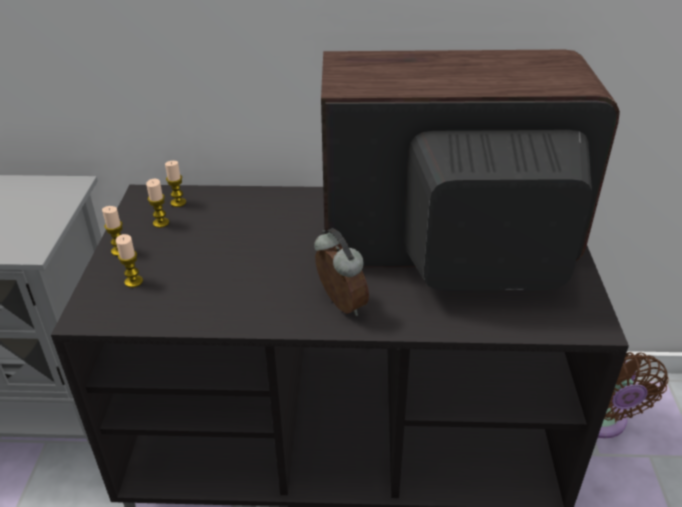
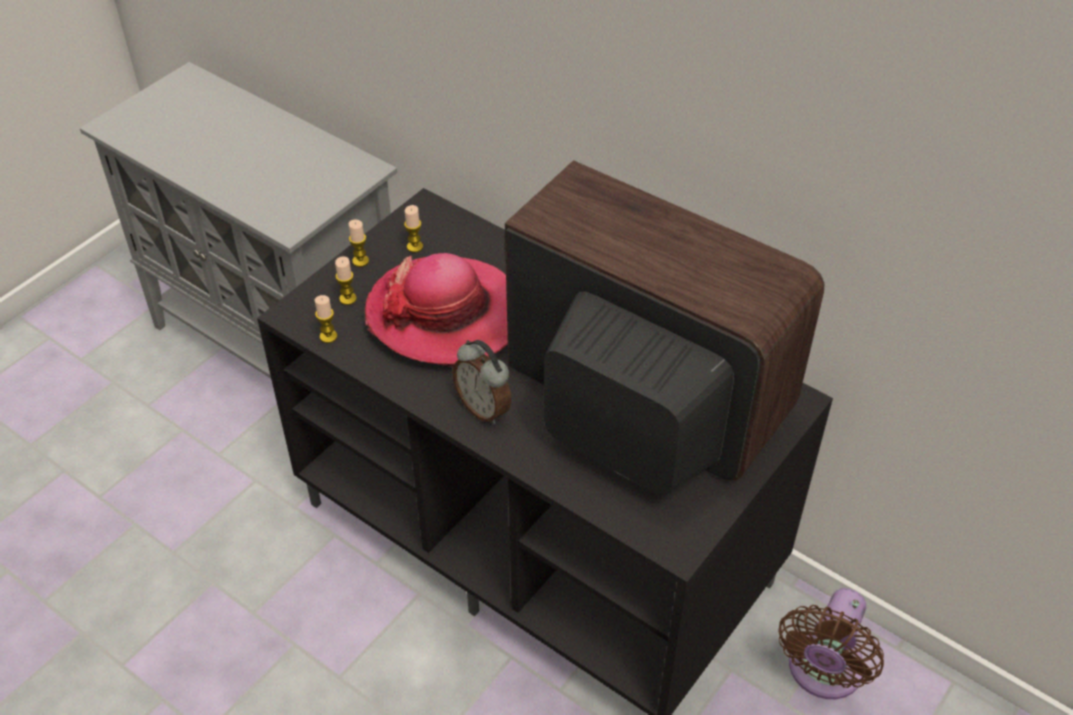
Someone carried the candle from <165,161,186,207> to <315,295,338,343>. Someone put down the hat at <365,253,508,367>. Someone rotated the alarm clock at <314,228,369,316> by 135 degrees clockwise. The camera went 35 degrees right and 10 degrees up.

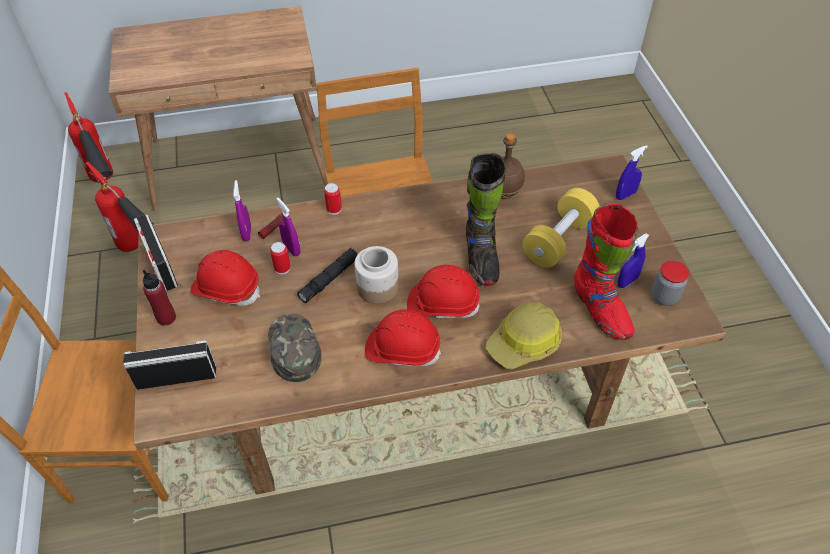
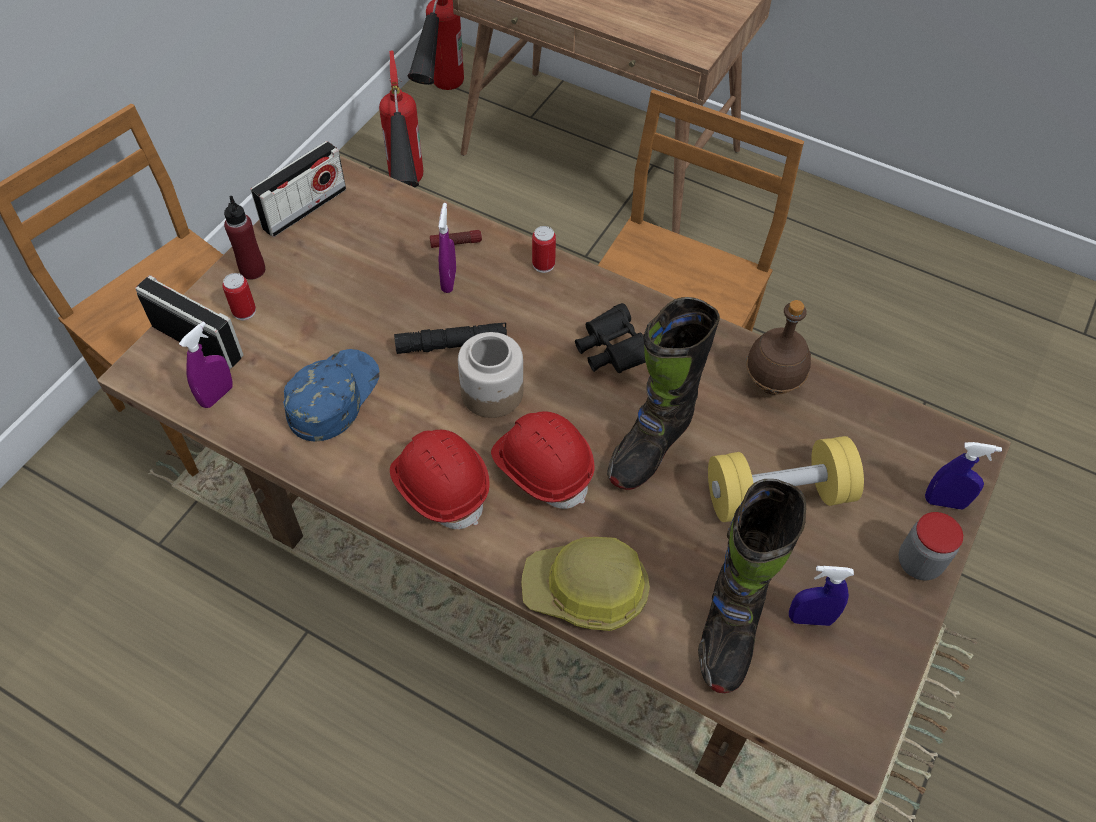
Someone carried the spray bottle/purple from <233,180,251,242> to <179,321,233,408>. Someone carried the can from <270,242,291,274> to <222,273,256,320>. Someone rotated the radio at <134,214,178,291> by 150 degrees counterclockwise. Someone repainted the cap/green at <268,314,322,382>, which became the cap/blue at <283,349,380,441>. Someone put down the binoculars/black at <575,303,646,373>. Someone repainted the boot/red at <574,203,638,340>, which became the boot/black at <698,479,806,693>. Someone carried the jar from <652,261,689,306> to <899,512,963,580>. Someone took away the hard hat/red at <190,250,260,306>. The camera went 40 degrees right and 5 degrees up.

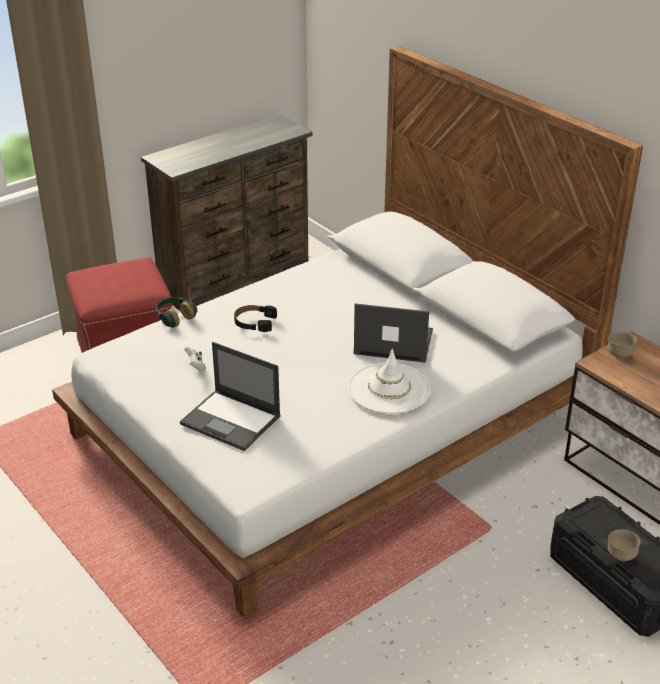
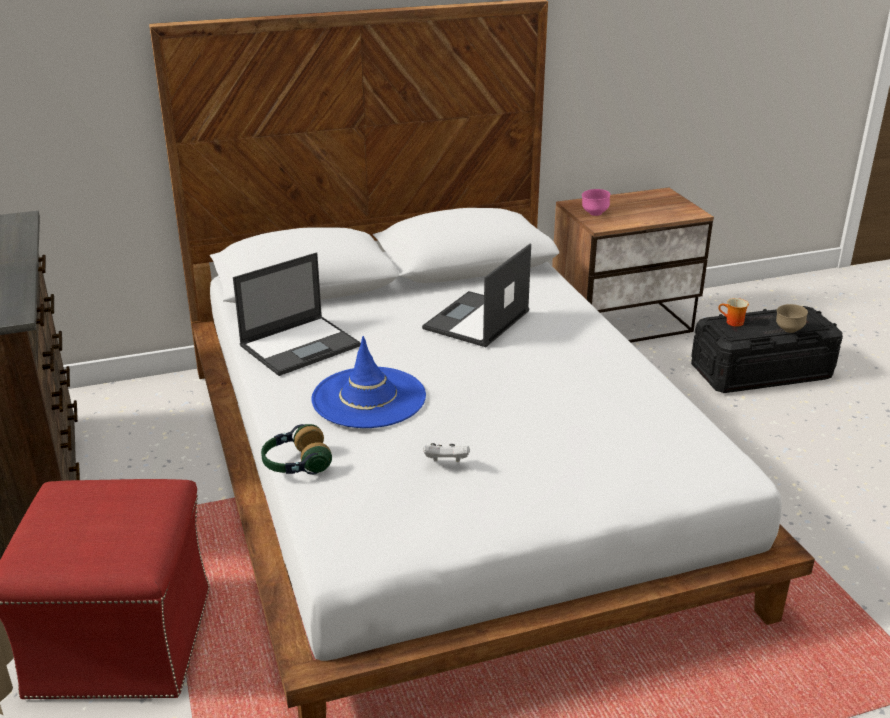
Someone carried the laptop from <180,342,281,451> to <233,252,361,376>. Someone swapped the headphones/black at <234,305,277,332> for the hat/blue at <311,336,426,428>. Someone repainted the bowl/brown at <608,332,637,359>, which became the bowl/pink at <582,189,610,216>. Someone put down the mug at <718,298,749,327>. Someone took away the hat/white at <348,349,431,414>. The camera went 70 degrees left and 5 degrees down.

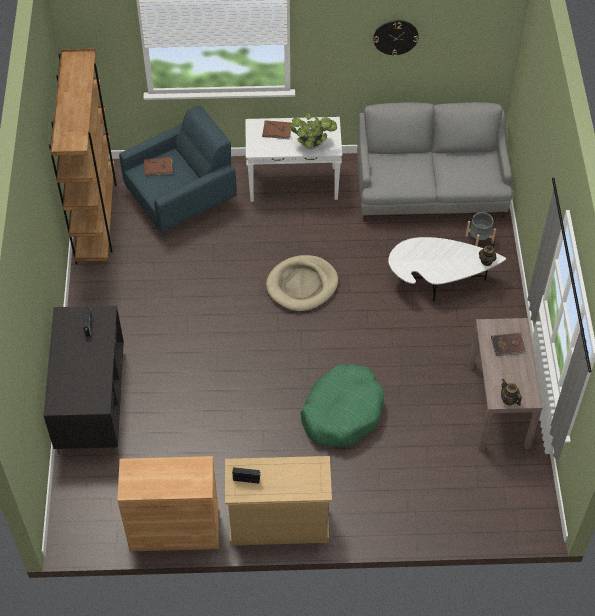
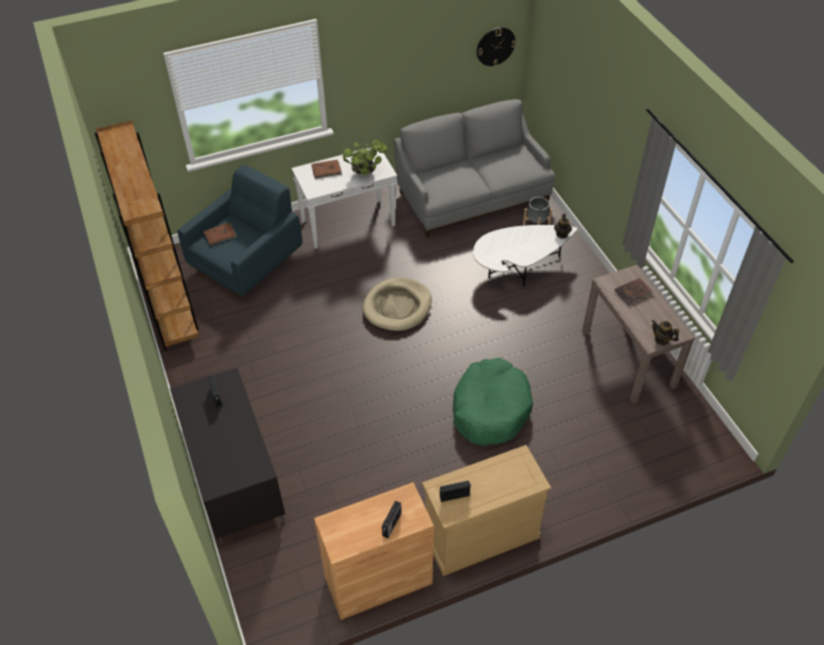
Someone put down the radio at <382,501,402,538>. Someone carried the wall clock from <373,20,419,56> to <477,27,516,66>. The camera went 20 degrees left and 5 degrees down.

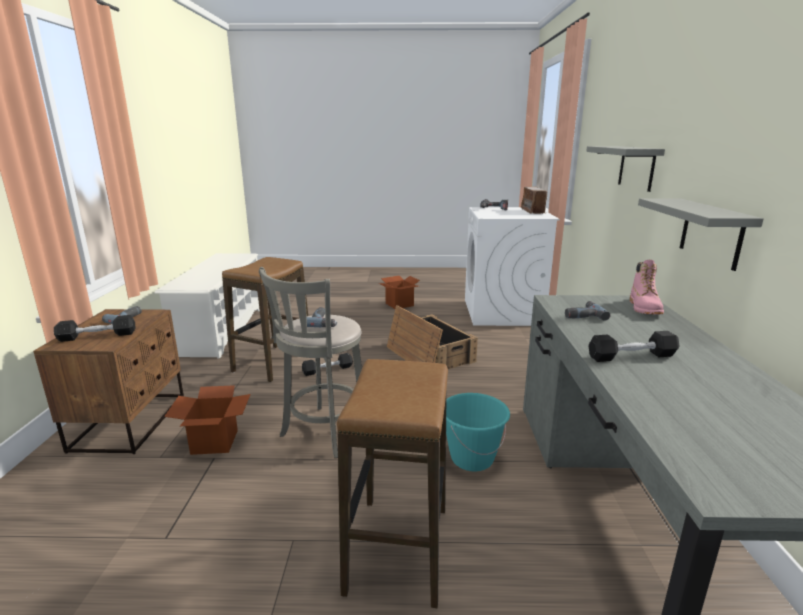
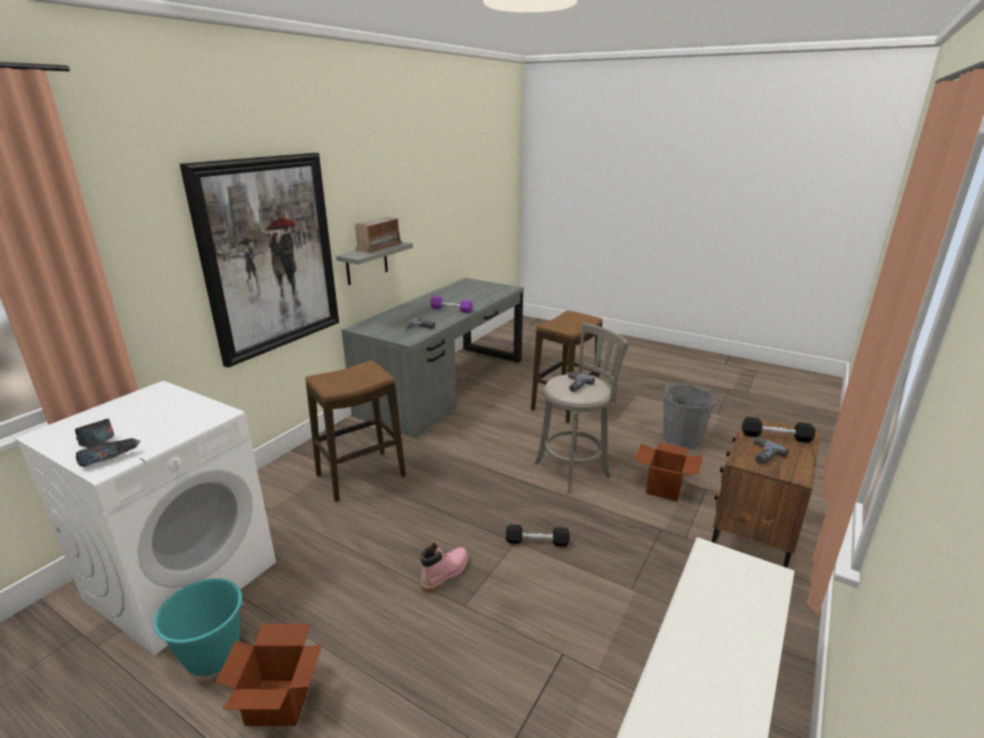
Someone carried the bucket/turquoise from <446,393,510,471> to <153,578,247,676>. Someone swapped the shelf/grey at <586,146,665,192> for the picture at <180,153,339,368>. Someone carried the stool from <222,257,308,382> to <305,360,406,502>. Someone carried the radio from <521,187,548,214> to <355,217,402,253>. Someone carried the boot/pink from <630,260,664,315> to <420,542,468,593>. Someone repainted the dumbbell/black at <589,331,680,362>, which became the dumbbell/purple at <430,296,473,313>. Someone put down the bucket/grey at <663,383,716,449>. Someone took away the crate at <387,305,478,369>. The camera went 150 degrees left and 5 degrees up.

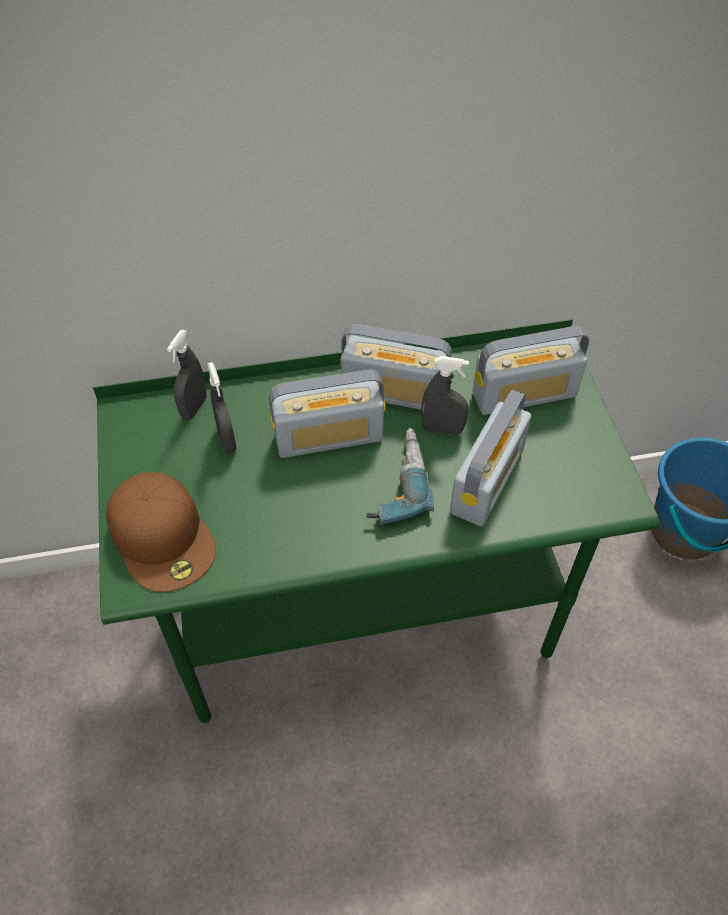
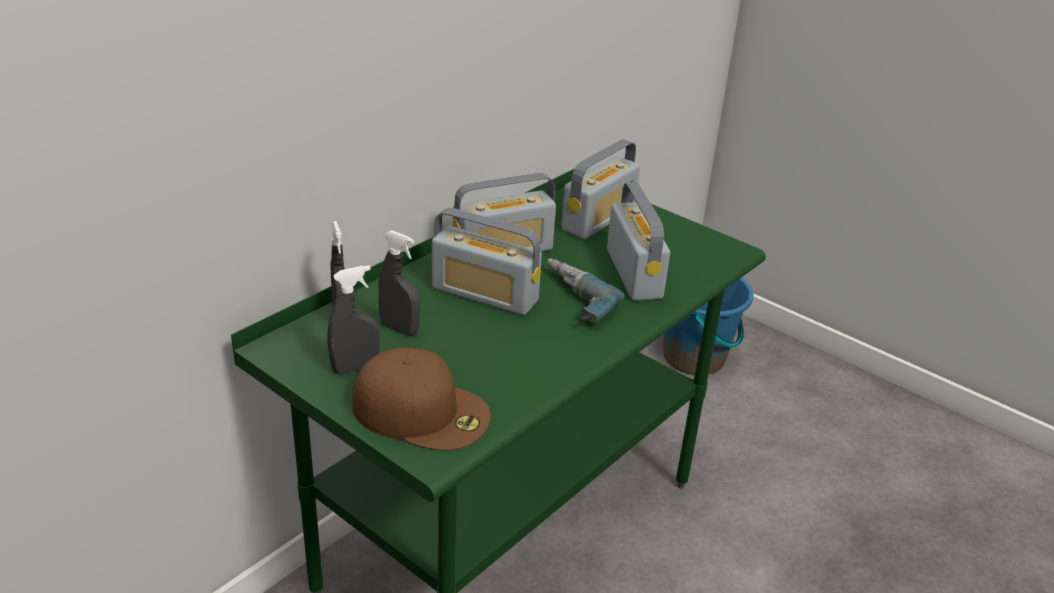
Someone carried the spray bottle/grey from <421,356,469,435> to <327,265,380,374>. Someone rotated the radio at <269,370,386,458> by 75 degrees clockwise. The camera went 40 degrees left and 20 degrees down.

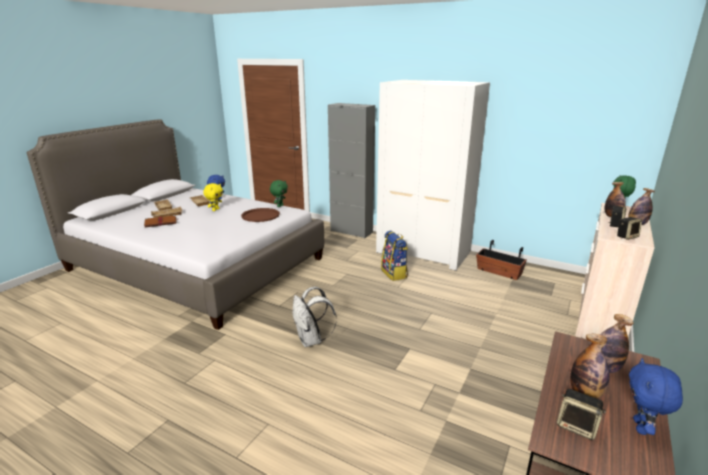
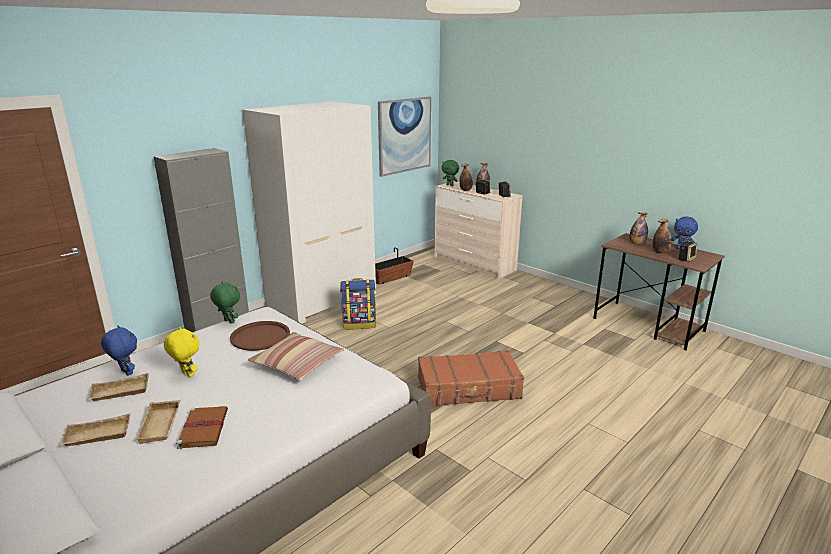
Someone put down the pillow at <248,332,344,380>. Someone put up the picture at <378,97,431,177>. Someone swapped the backpack/white at <292,286,337,347> for the suitcase/brown at <418,350,524,406>. The camera went 75 degrees left and 0 degrees up.

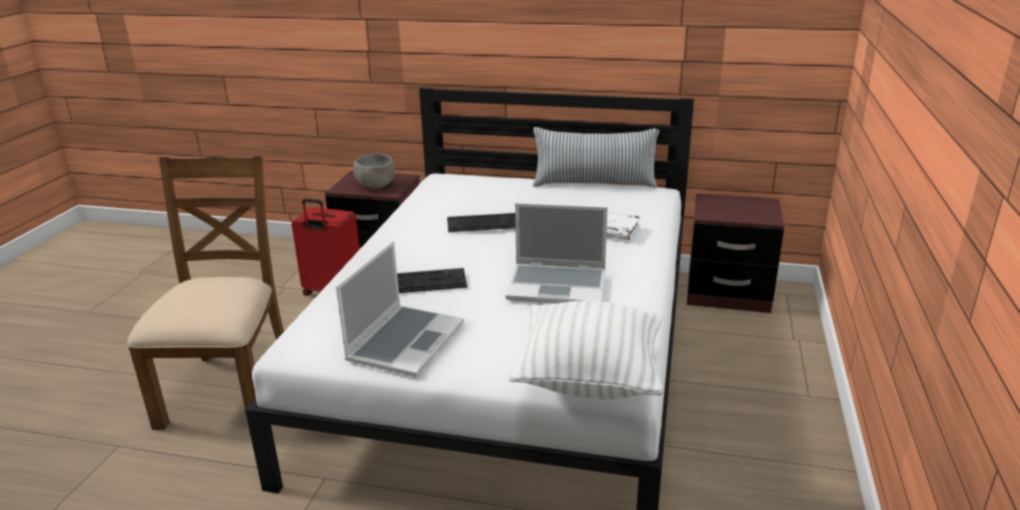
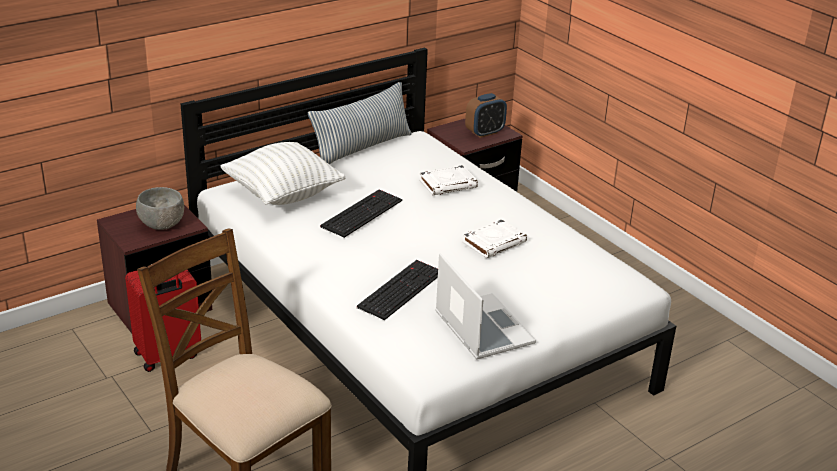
Someone carried the pillow/white from <508,300,664,399> to <220,142,345,205>. Someone swapped the laptop at <506,203,608,303> for the book/white at <462,219,527,258>. Someone put down the alarm clock at <465,93,507,138>. The camera went 50 degrees left and 5 degrees up.

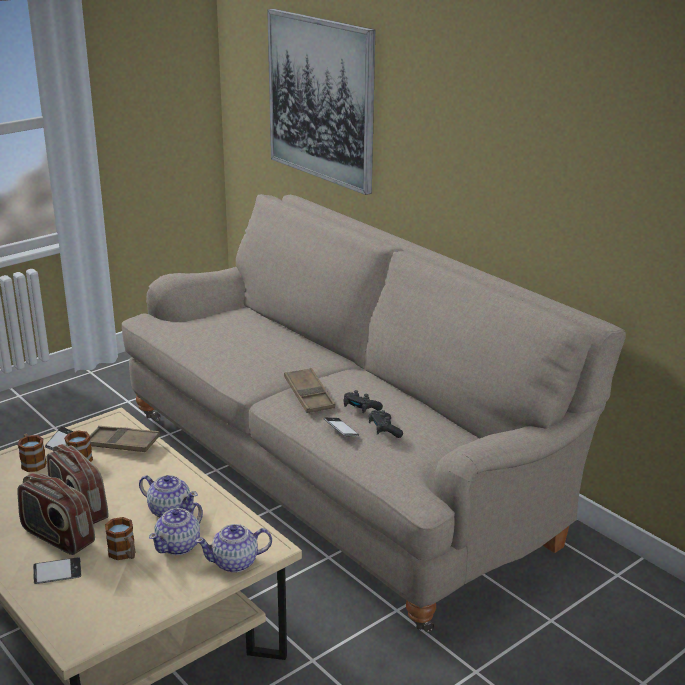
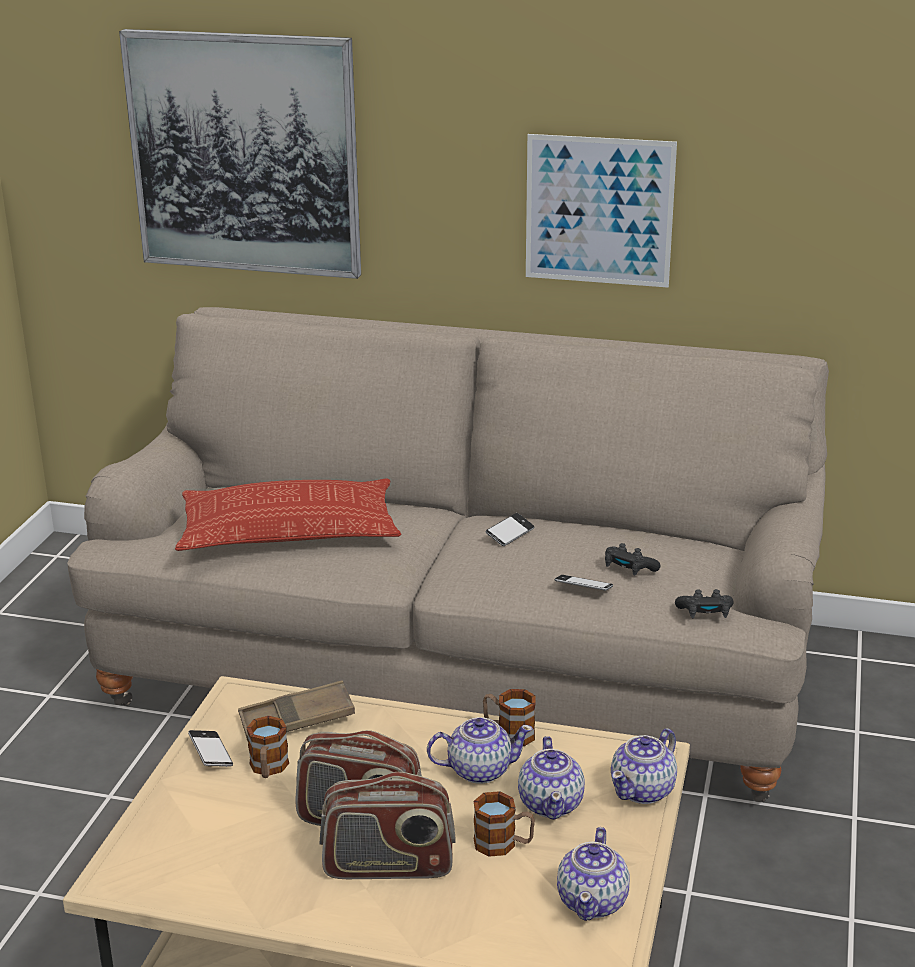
Someone put down the pillow at <175,479,401,551>. Someone carried the mug from <18,434,47,472> to <483,689,536,746>. Someone carried the phone from <33,557,81,584> to <486,513,534,546>. Someone put up the picture at <526,134,677,288>. Someone put down the teapot at <557,827,630,921>. Someone carried the game controller/black from <343,390,383,413> to <675,589,734,618>. Someone took away the tray/brown at <284,368,335,413>. The camera went 35 degrees left and 0 degrees up.

